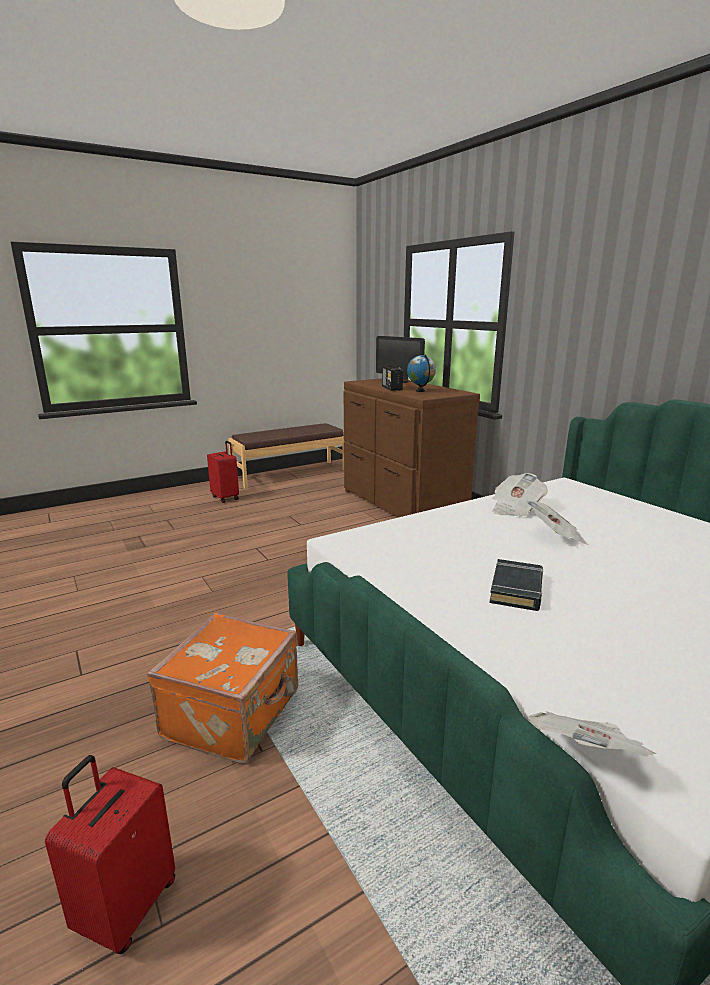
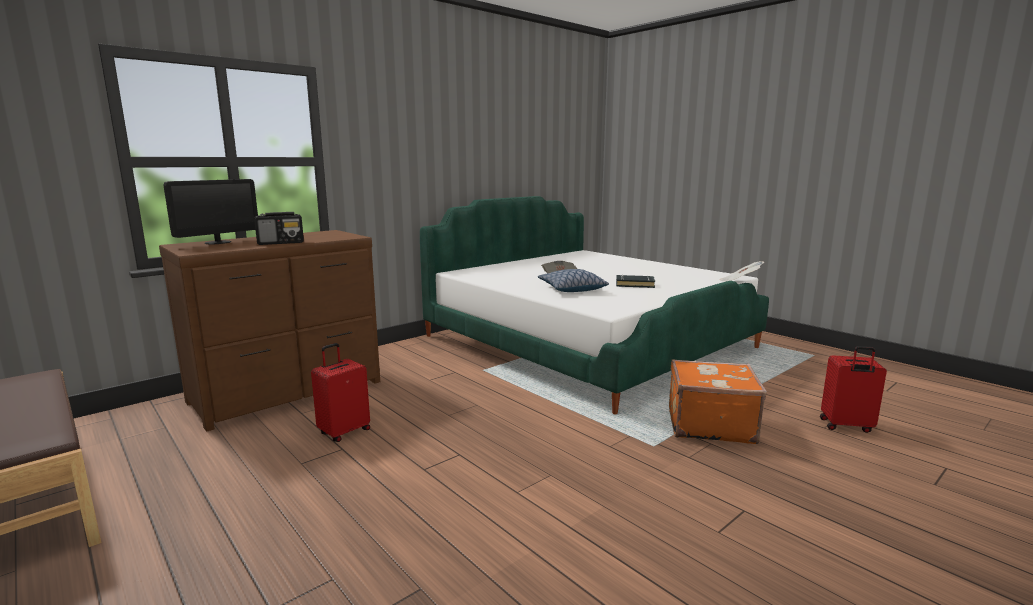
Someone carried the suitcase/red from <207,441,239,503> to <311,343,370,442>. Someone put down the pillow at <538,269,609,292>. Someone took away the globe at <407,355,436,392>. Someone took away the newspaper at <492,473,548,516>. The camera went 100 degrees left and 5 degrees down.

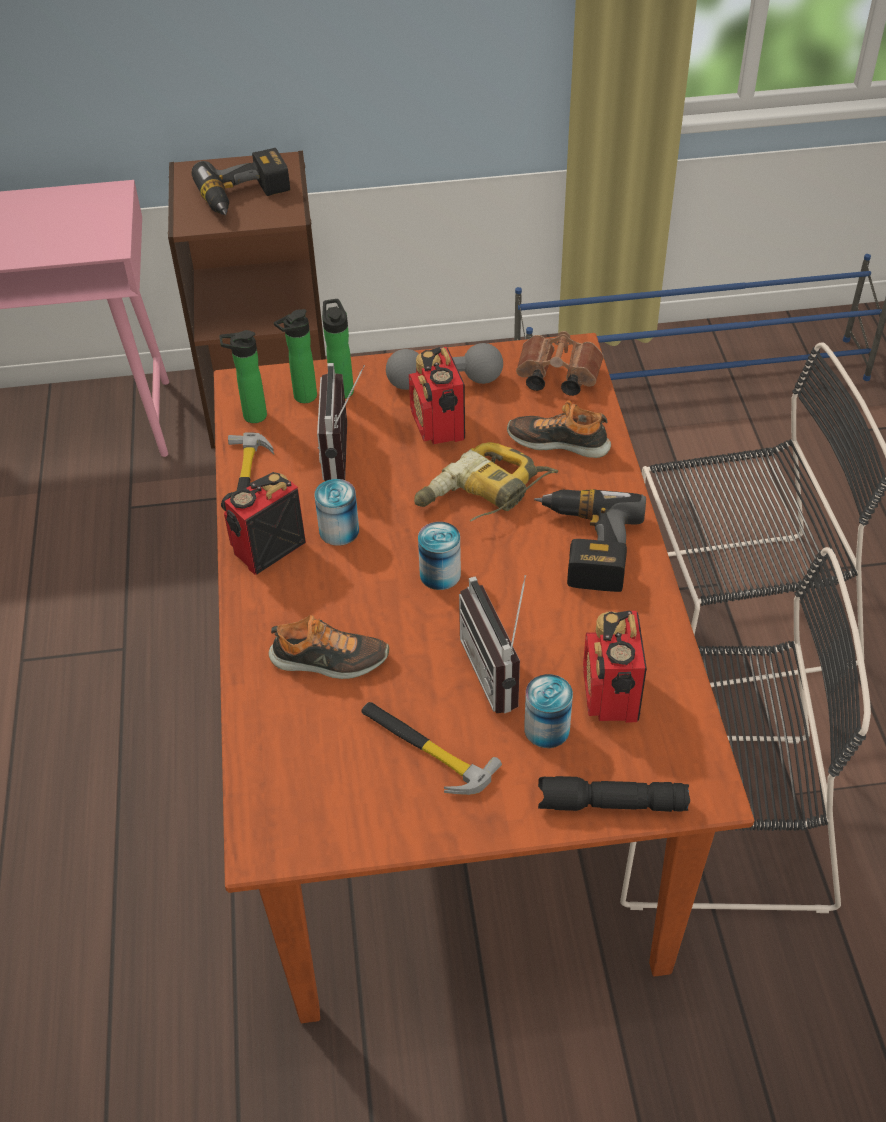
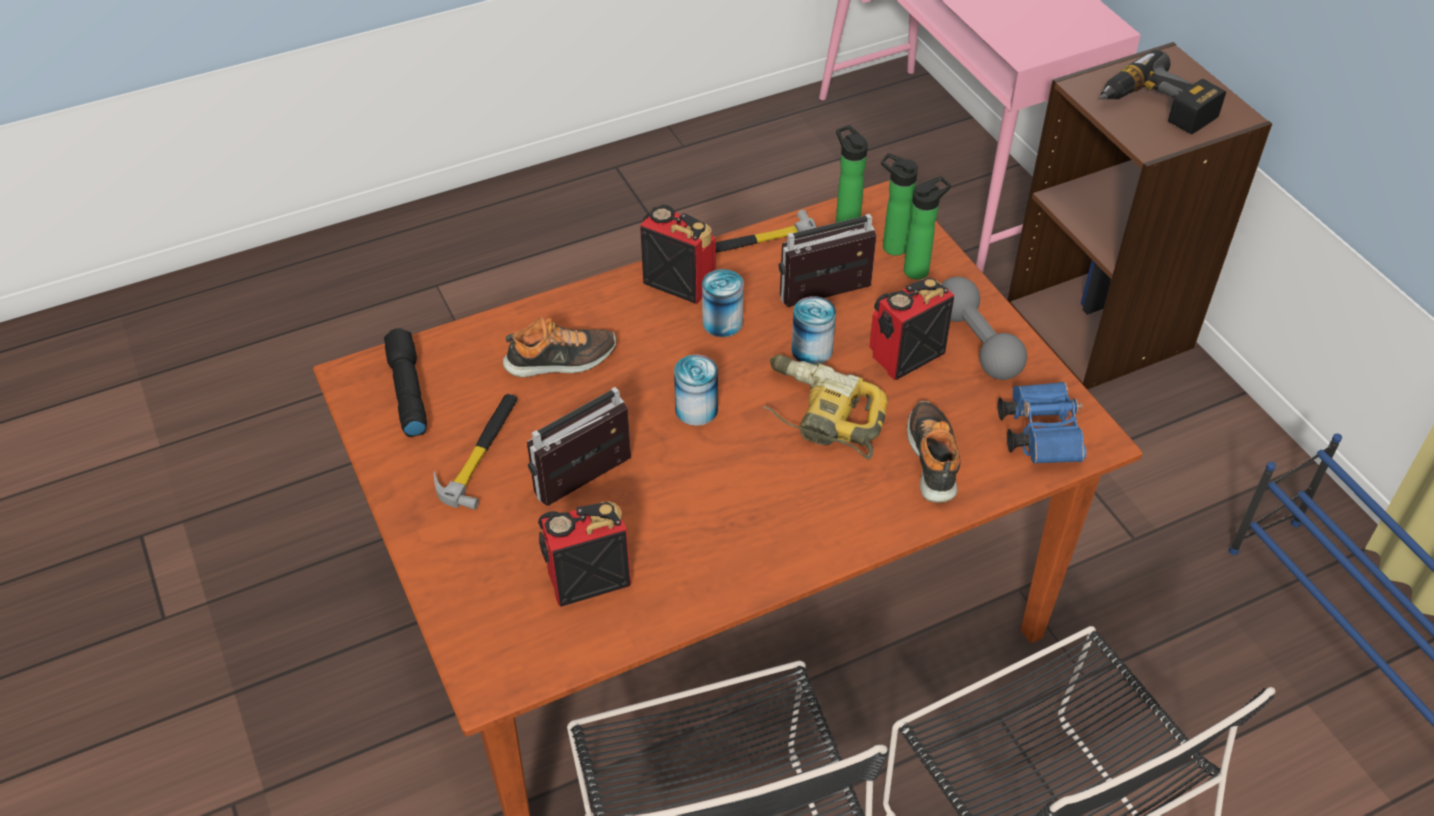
Someone carried the flashlight/black from <538,776,690,812> to <384,328,427,437>. Someone rotated the shoe at <269,615,389,679> by 90 degrees counterclockwise. Someone carried the can from <524,674,573,748> to <792,296,836,365>. Someone repainted the binoculars/brown at <516,331,604,396>, which became the binoculars/blue at <998,382,1086,464>. Someone took away the power drill at <534,489,646,592>. The camera went 70 degrees right and 0 degrees up.

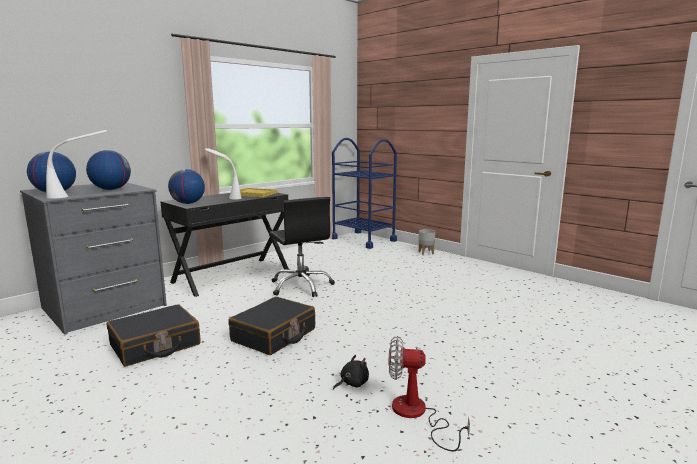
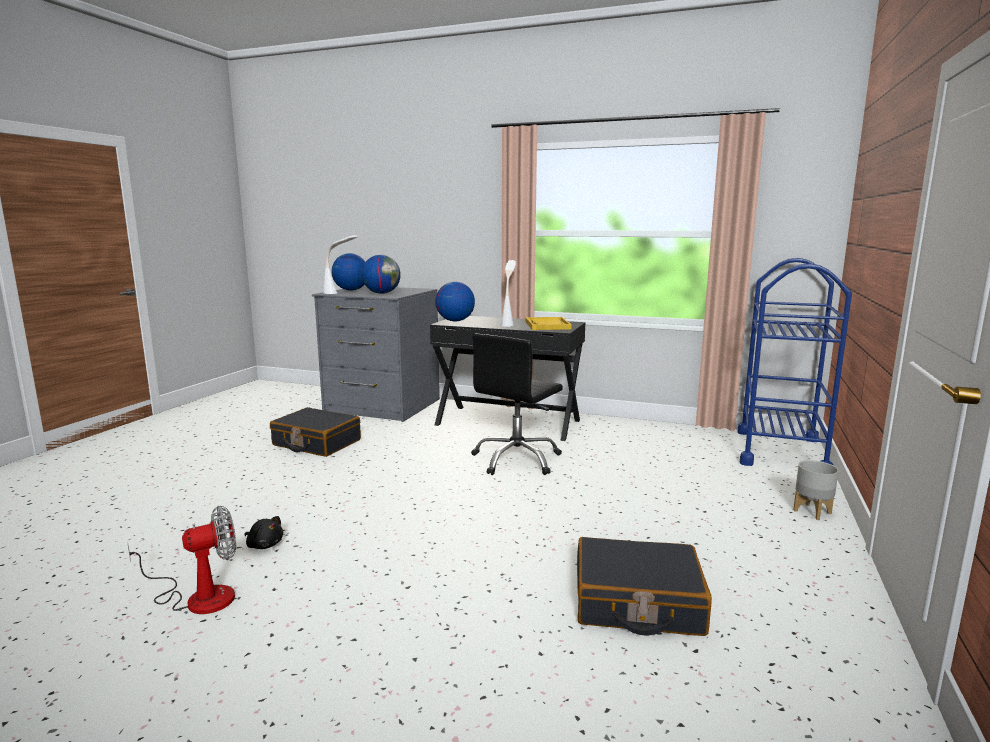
Someone rotated the fan at <388,336,470,451> by 75 degrees clockwise. Someone carried the suitcase/black from <229,297,315,355> to <577,537,712,636>. The camera went 65 degrees right and 0 degrees up.

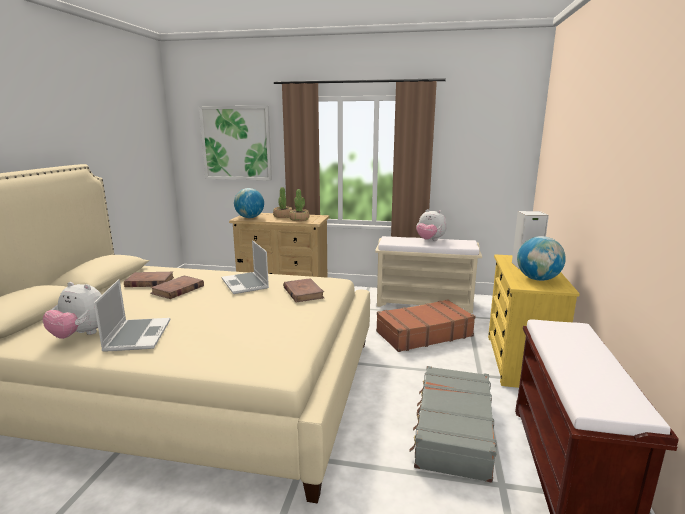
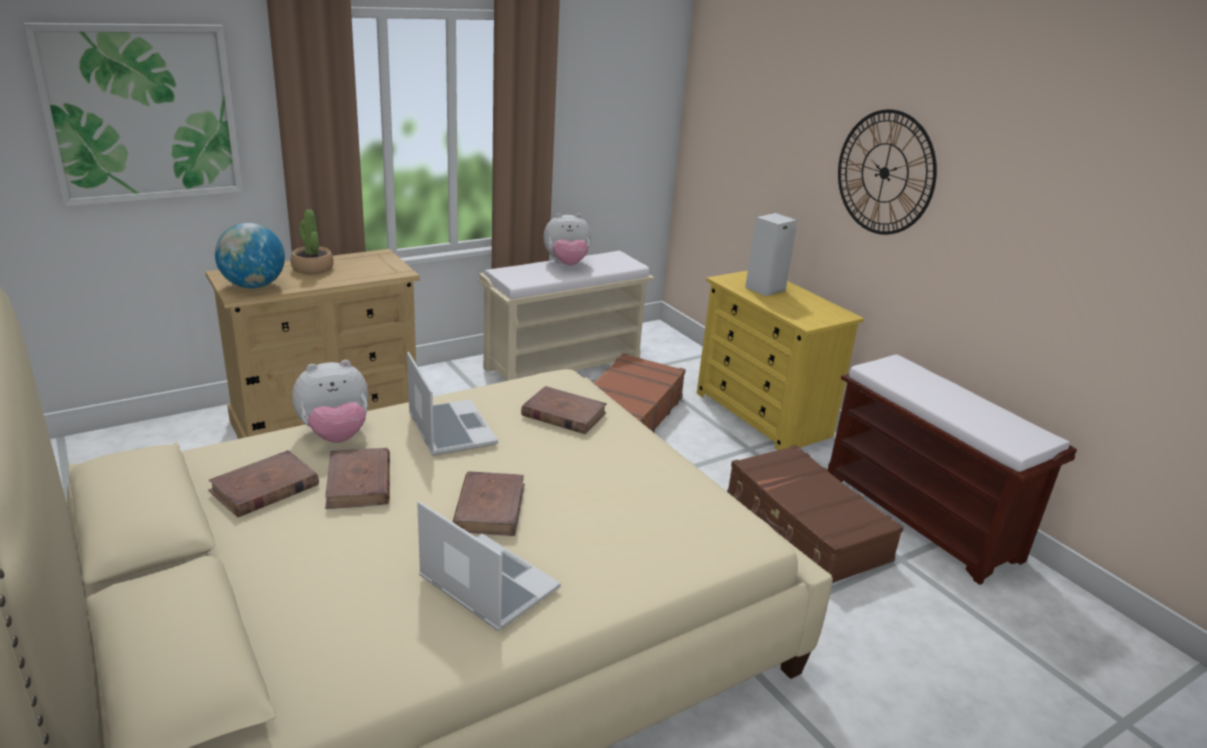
Someone carried the plush toy from <43,282,102,339> to <292,360,368,443>. Someone rotated the laptop at <222,240,269,294> by 135 degrees counterclockwise. Someone put down the book/brown at <453,471,525,536>. Someone repainted the suitcase/grey at <409,366,497,483>, which became the suitcase/brown at <727,445,904,583>. Someone put up the wall clock at <838,109,937,235>. Someone took away the potted plant at <289,189,310,221>. Someone took away the globe at <517,236,566,281>. The camera went 45 degrees left and 10 degrees up.

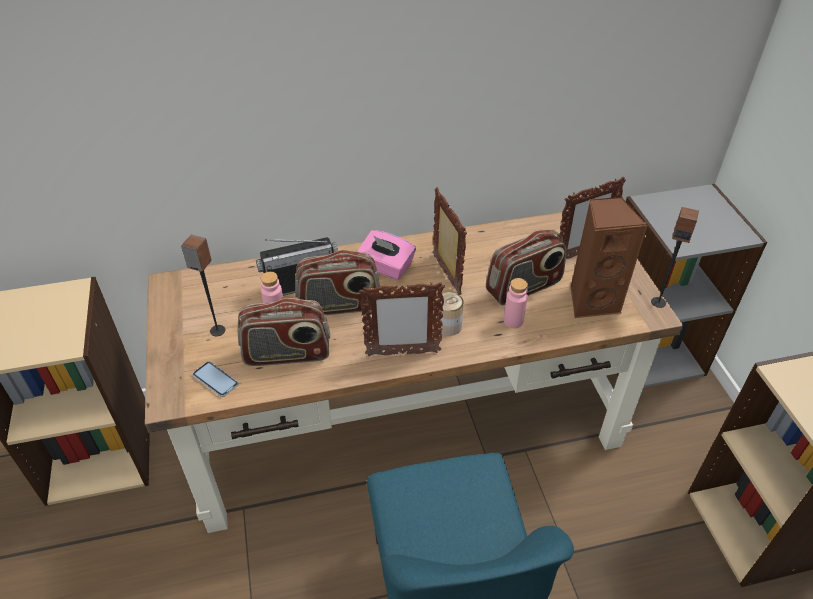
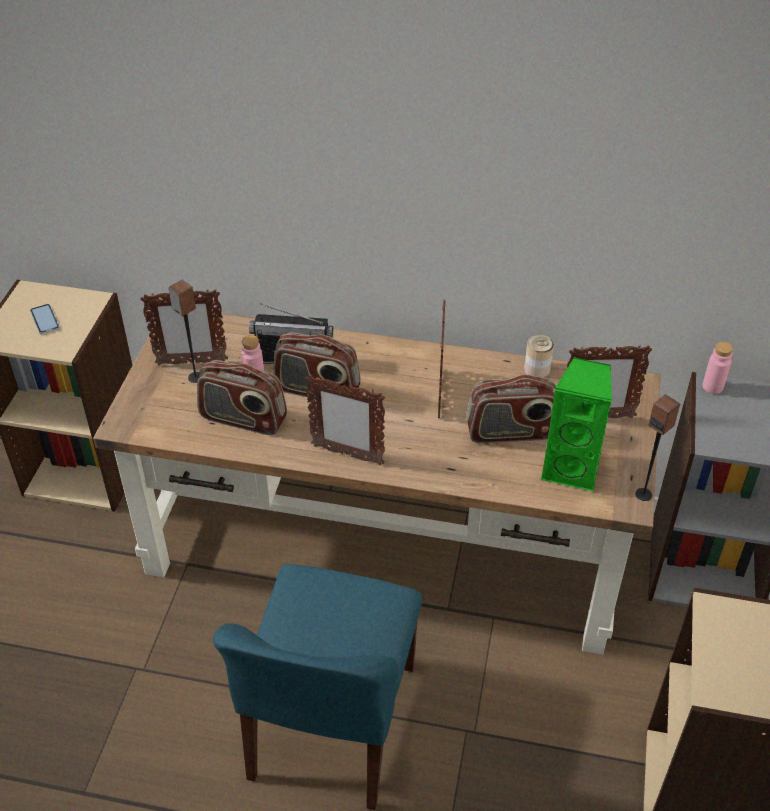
Someone carried the phone from <193,361,238,397> to <30,304,60,334>. Someone put down the picture frame at <140,289,228,365>. Someone carried the can from <436,292,464,336> to <524,335,554,378>. Someone repainted the speaker/brown at <570,197,648,318>, which became the speaker/green at <540,357,612,491>. Someone carried the bottle/pink from <504,278,528,328> to <703,342,733,394>. Someone took away the tissue box/pink at <358,230,416,280>. The camera went 25 degrees right and 0 degrees up.

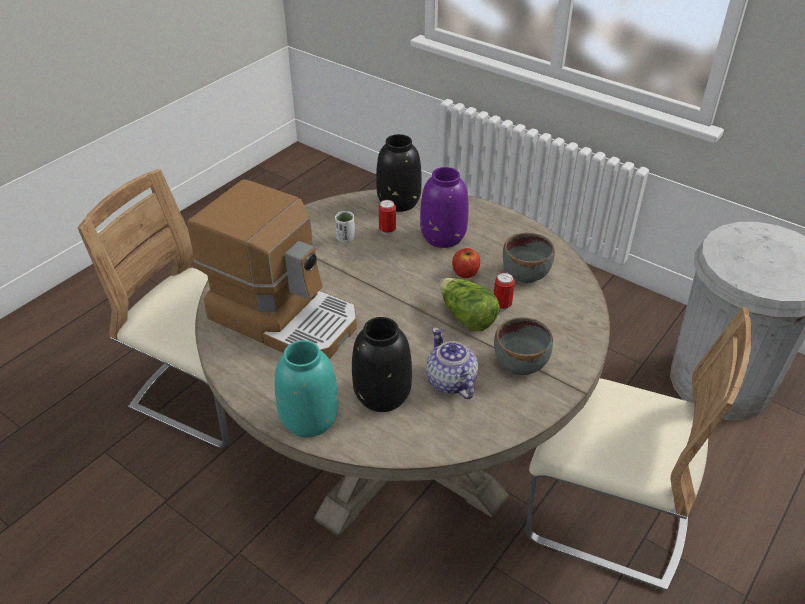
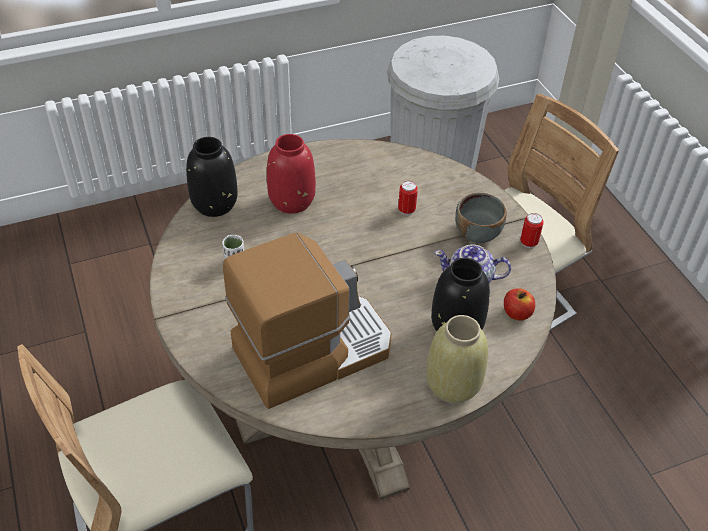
Someone repainted the vase/purple at <420,167,468,248>, which became the vase/red at <267,134,316,214>. Someone repainted the vase/turquoise at <275,340,339,437>, which became the vase/beige at <426,315,488,403>. Someone carried the apple from <452,248,480,278> to <504,288,535,321>. Someone carried the can from <379,200,396,234> to <520,213,544,248>. Someone took away the lettuce at <440,278,500,332>. Someone took away the bowl/grey at <503,232,555,283>. The camera went 60 degrees left and 5 degrees up.

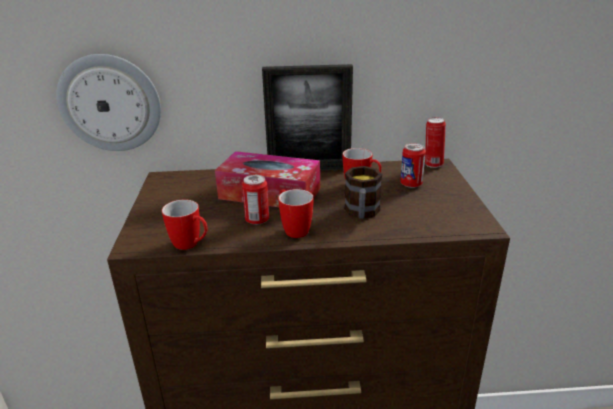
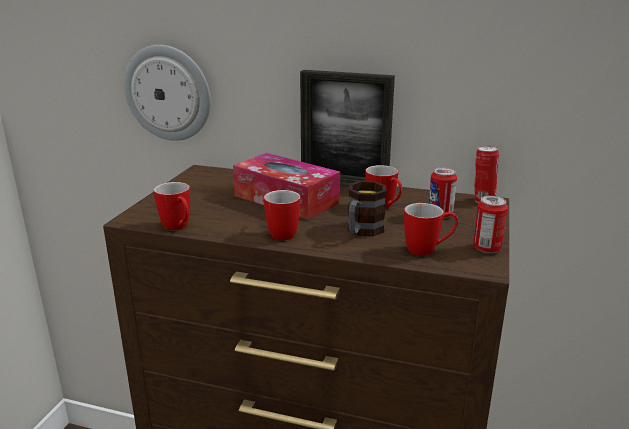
Someone put down the mug at <404,203,458,256>. Someone carried the can from <242,175,269,225> to <473,196,508,253>. The camera went 20 degrees right and 5 degrees down.

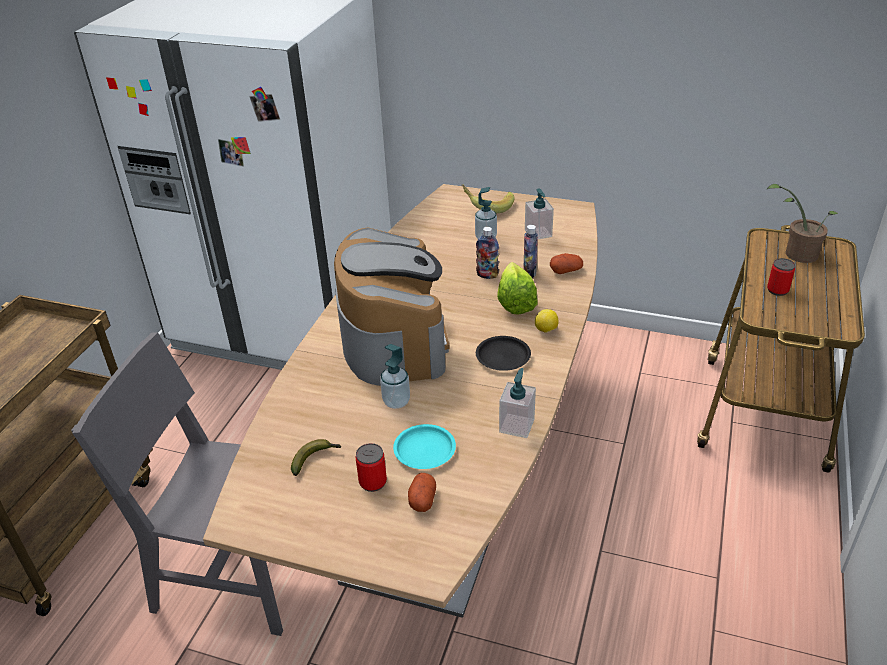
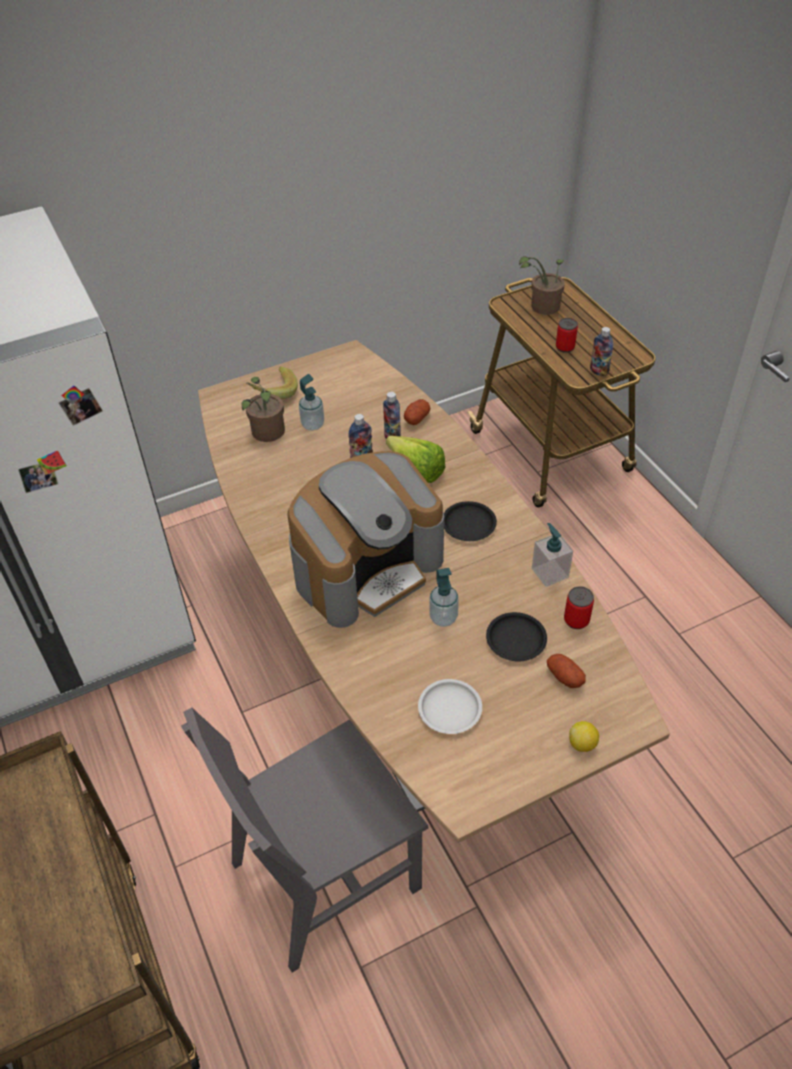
Someone put down the potted plant at <242,377,285,442>. Someone rotated the coffee machine at <334,227,450,386> by 105 degrees clockwise. Someone swapped the banana at <291,439,342,476> for the plate/white at <418,679,482,734>. Someone repainted the plate/turquoise at <393,424,456,469>, which became the plate/black at <486,612,547,661>. Someone carried the can from <356,443,387,492> to <564,586,594,629>. Someone carried the lemon from <535,309,559,333> to <569,721,599,752>. Someone put down the bottle at <590,327,613,377>. Someone took away the soap dispenser at <525,188,554,239>. The camera went 45 degrees left and 10 degrees up.

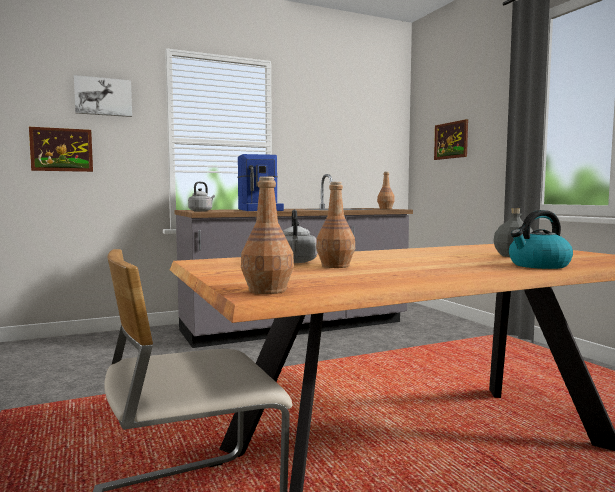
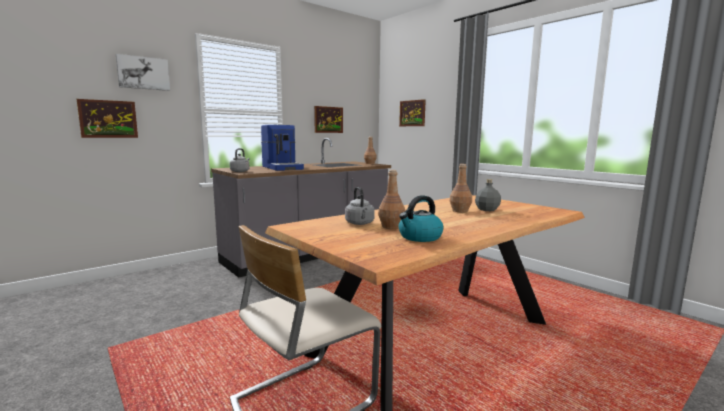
Someone put up the picture at <314,106,343,133>. Someone carried the kettle from <509,210,573,269> to <399,195,443,242>. Someone carried the bottle/brown from <241,176,294,294> to <450,164,472,212>. The camera went 15 degrees left and 5 degrees up.

